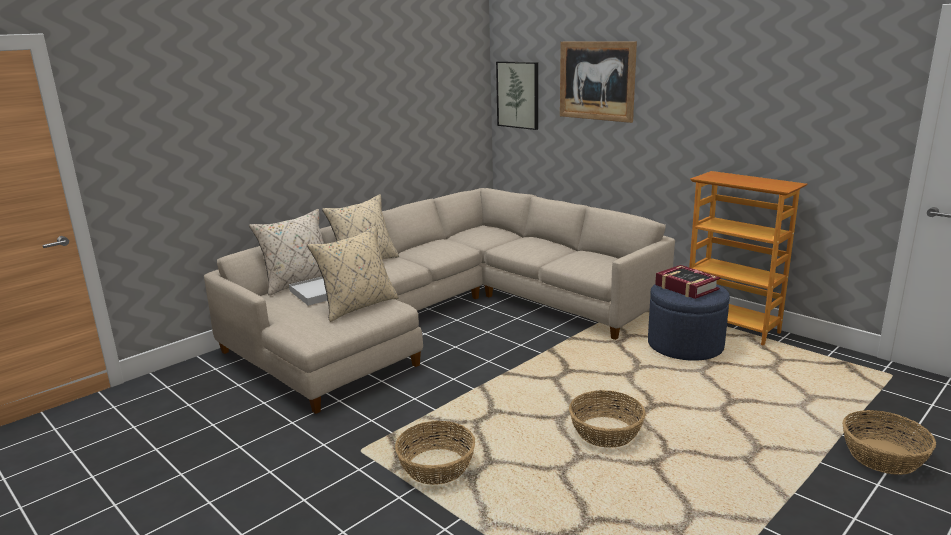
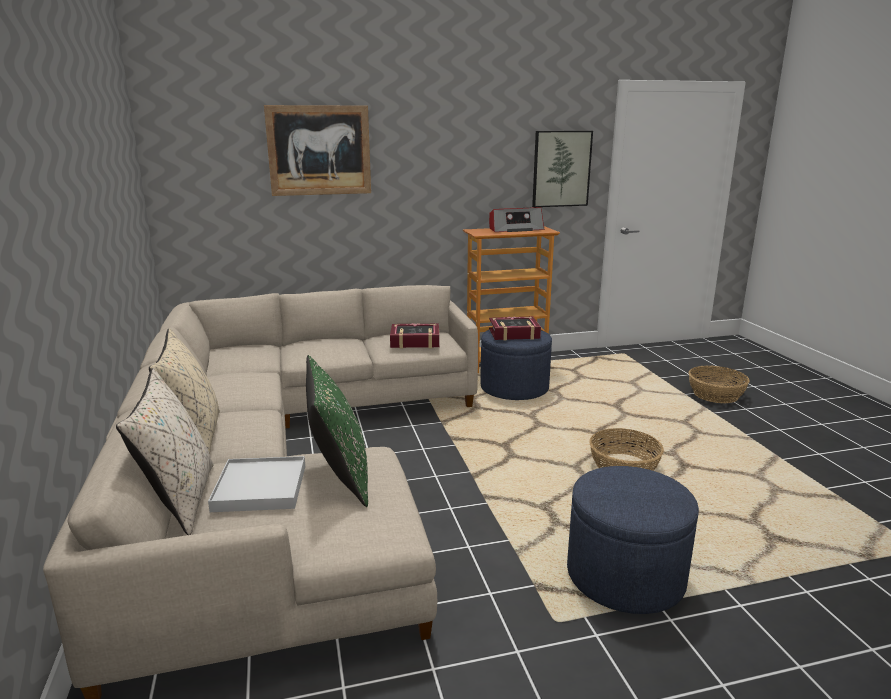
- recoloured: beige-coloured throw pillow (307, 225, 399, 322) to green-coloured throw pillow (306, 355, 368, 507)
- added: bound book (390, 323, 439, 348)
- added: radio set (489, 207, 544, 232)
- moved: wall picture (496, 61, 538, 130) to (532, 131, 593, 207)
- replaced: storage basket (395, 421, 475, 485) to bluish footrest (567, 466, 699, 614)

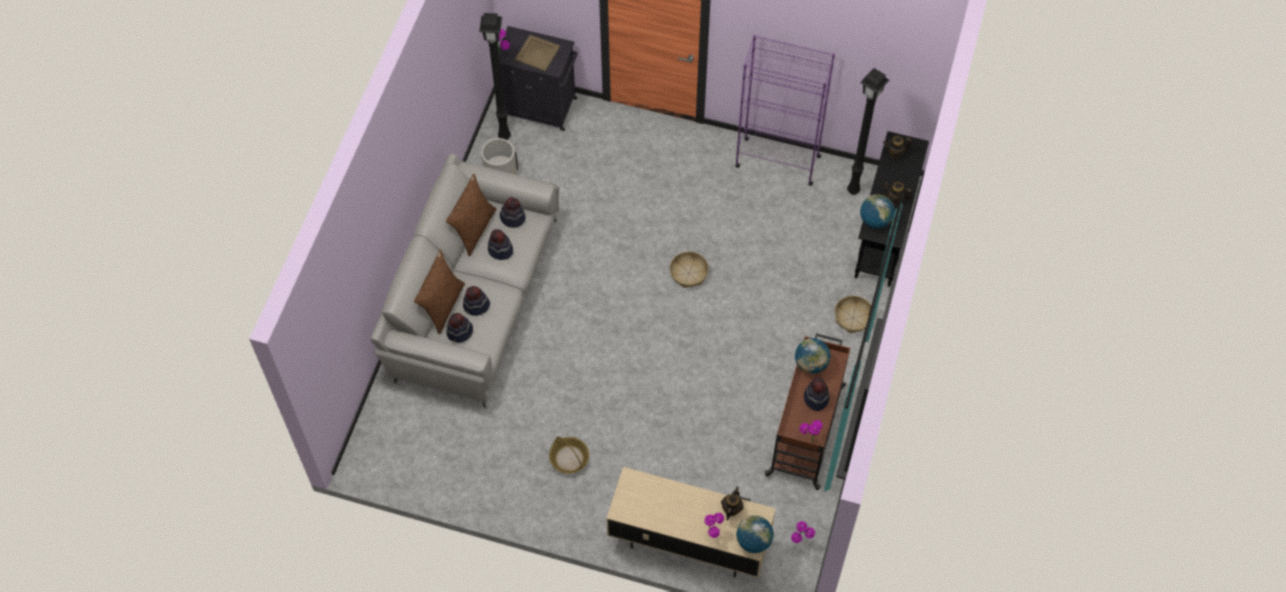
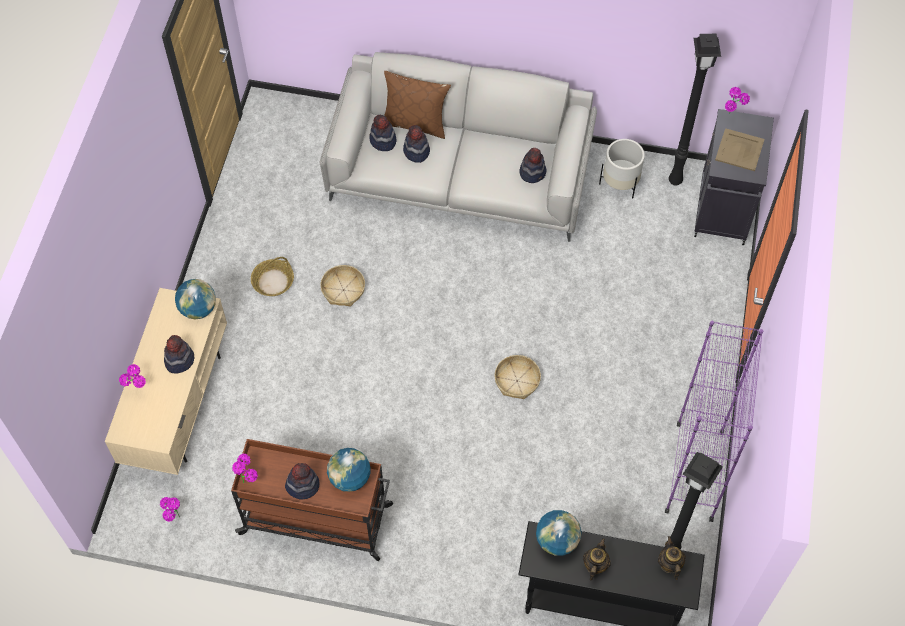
- moved: clothing hat (488, 229, 513, 260) to (164, 335, 194, 374)
- moved: world globe (736, 515, 774, 553) to (175, 279, 216, 319)
- moved: storage basket (834, 296, 872, 333) to (320, 265, 365, 307)
- removed: brown-coloured throw pillow (446, 173, 496, 256)
- removed: tea pot (721, 486, 744, 520)

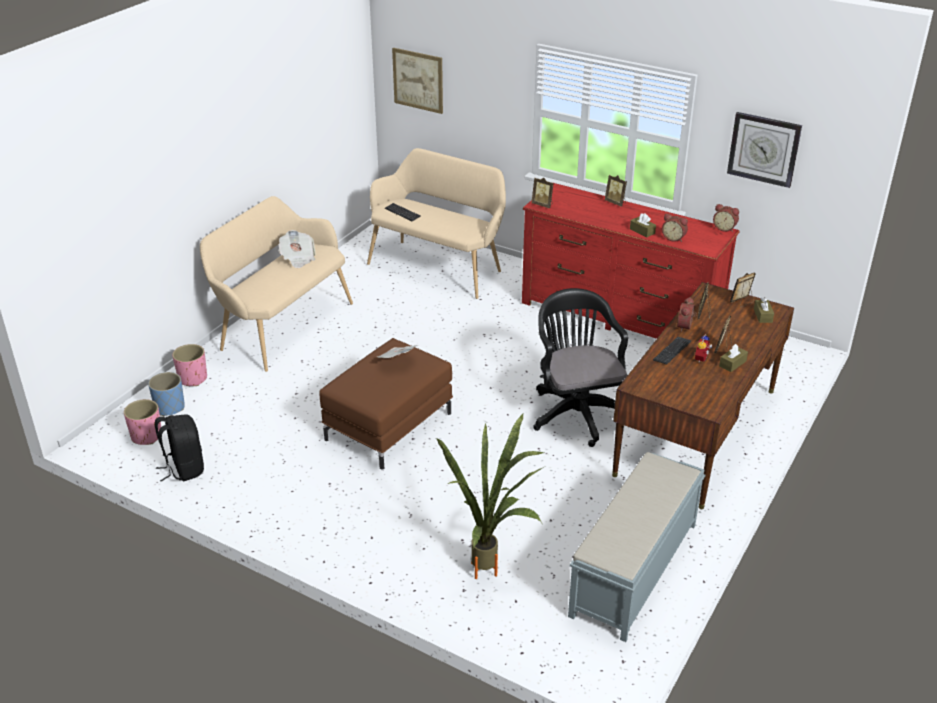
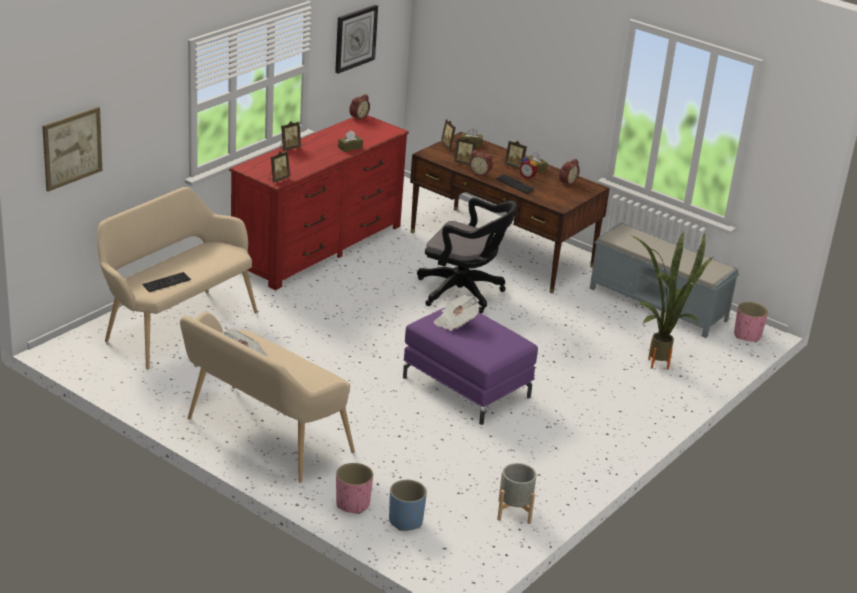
- recoloured: brown-coloured footrest (319, 338, 453, 469) to purplish footrest (403, 307, 538, 425)
- turned: black-coloured computer chair (533, 288, 628, 447) = (417, 198, 517, 314) 150 degrees counterclockwise
- replaced: black-coloured knapsack (155, 415, 204, 481) to gray flower pot (497, 463, 536, 524)
- moved: table clock (662, 214, 688, 242) to (559, 159, 580, 186)
- moved: pink flower pot (124, 399, 161, 445) to (734, 302, 768, 342)

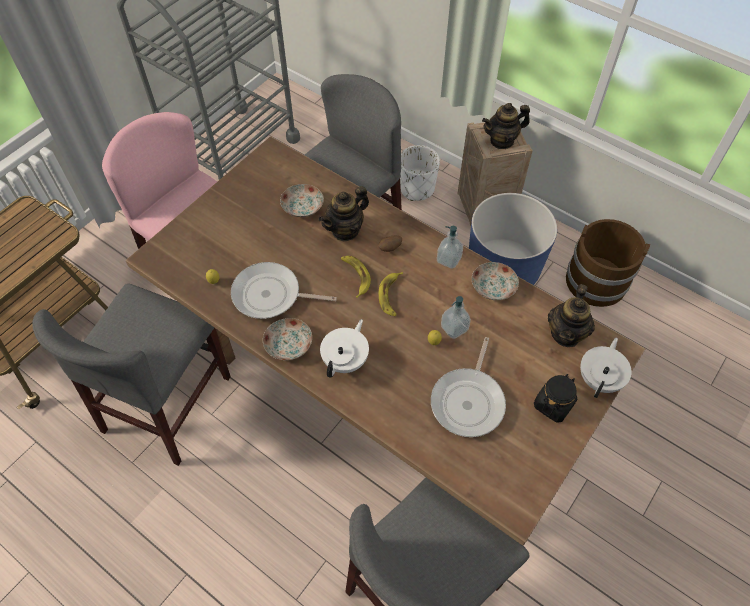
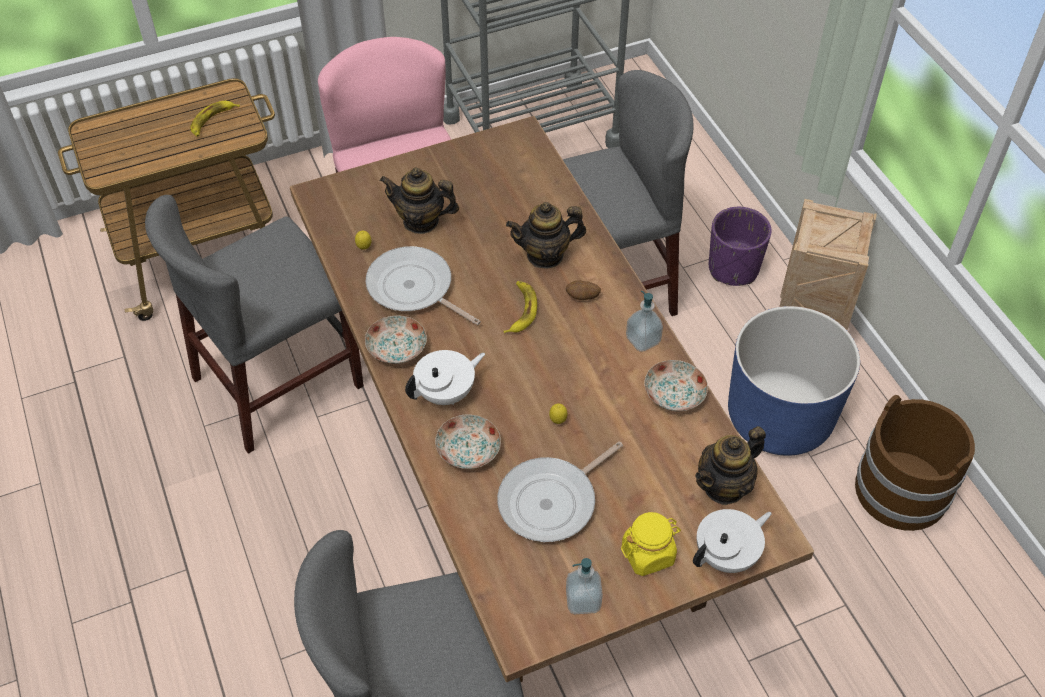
- moved: banana (379, 272, 403, 316) to (190, 101, 240, 137)
- moved: tea pot (482, 103, 530, 149) to (380, 168, 459, 234)
- moved: dinner plate (280, 184, 324, 217) to (435, 414, 501, 469)
- moved: liquid soap bottle (441, 296, 471, 339) to (566, 558, 603, 614)
- recoloured: black-coloured jar (534, 374, 577, 423) to yellow-coloured jar (621, 512, 681, 576)
- recoloured: white flower pot (400, 145, 440, 201) to purplish flower pot (709, 207, 772, 286)

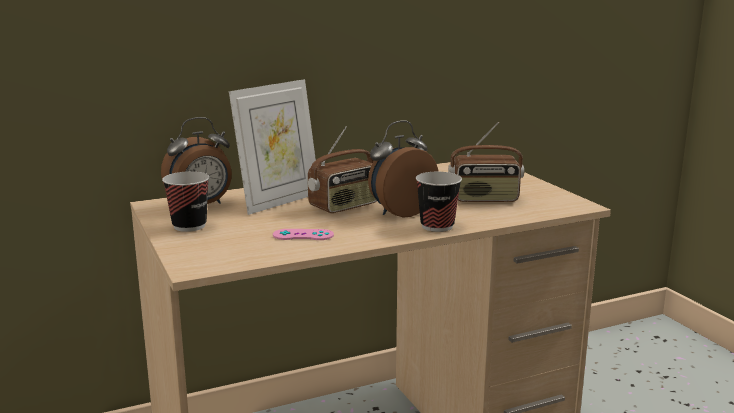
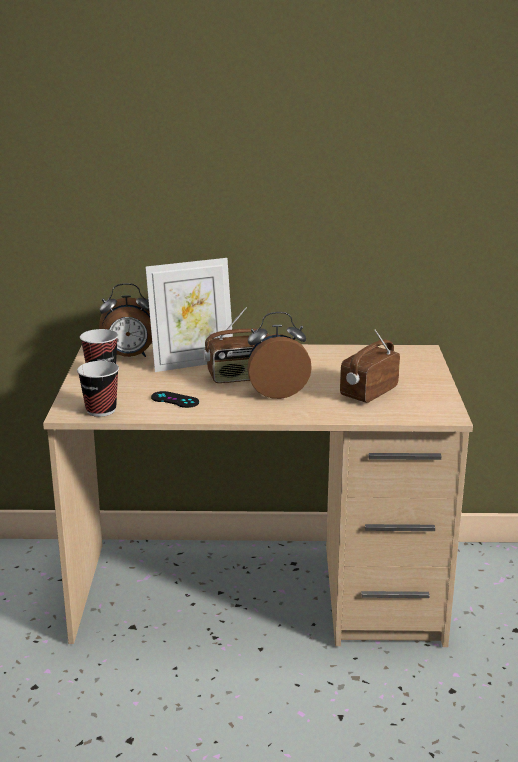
- moved: cup (416, 172, 462, 232) to (77, 361, 119, 417)
- recoloured: pink joypad (273, 229, 334, 240) to black-coloured joypad (151, 391, 199, 408)
- turned: radio set (448, 122, 524, 202) = (340, 329, 400, 403) 105 degrees clockwise

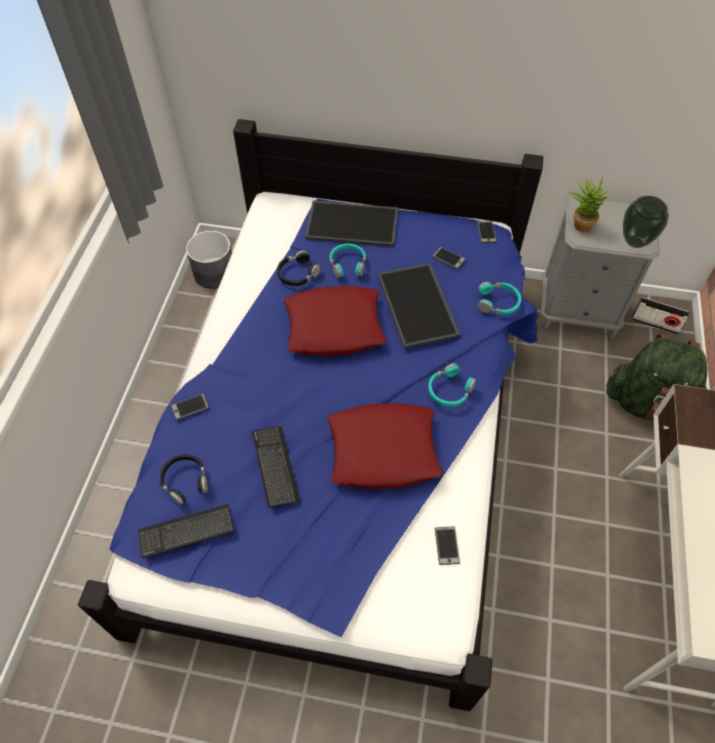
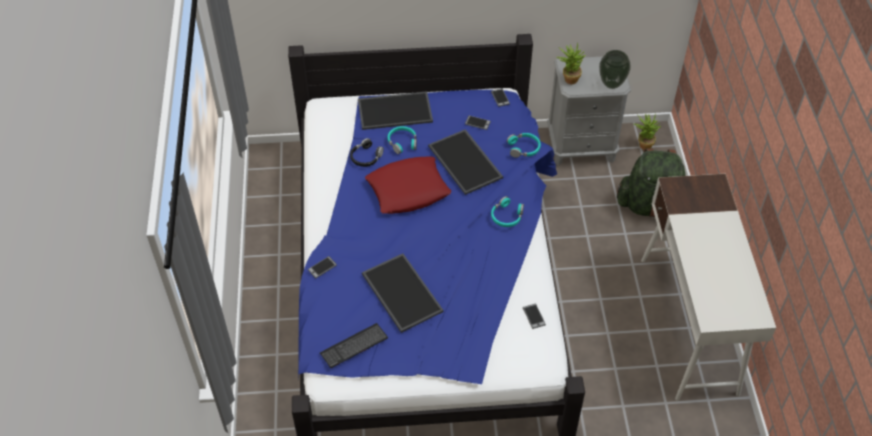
- replaced: keyboard (252, 426, 300, 508) to tray (362, 254, 444, 333)
- replaced: radio set (632, 297, 689, 334) to houseplant (633, 113, 661, 150)
- removed: black-coloured pair of headphones (159, 454, 208, 506)
- removed: gray flower pot (186, 231, 232, 289)
- removed: red-coloured throw pillow (327, 403, 443, 489)

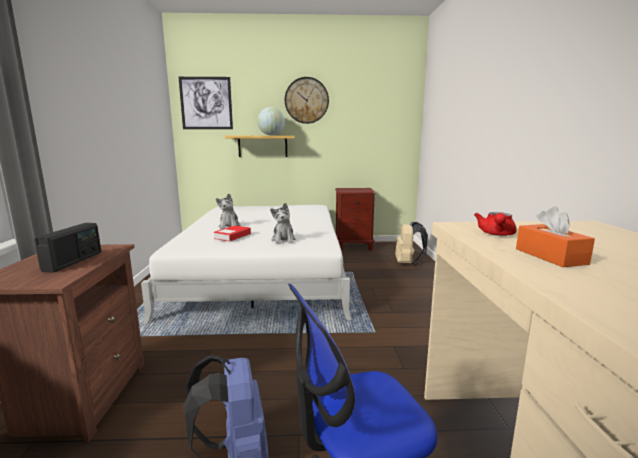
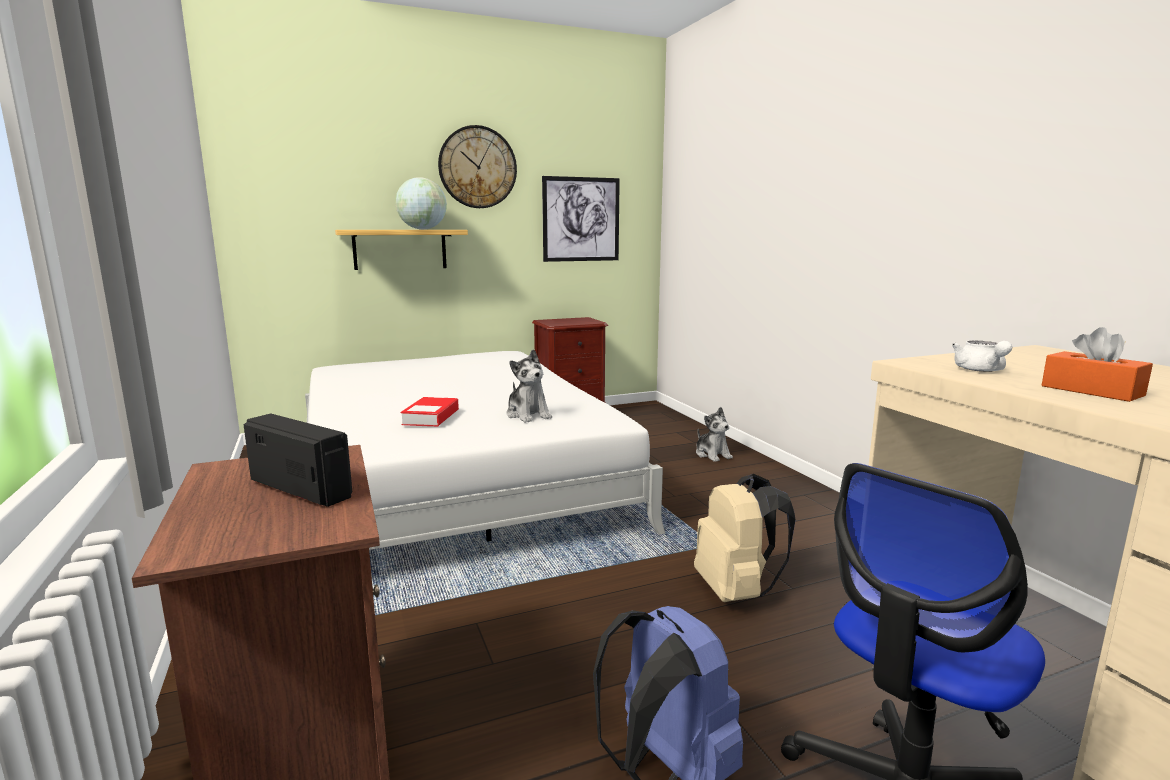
- turned: radio set (34, 223, 101, 273) = (243, 413, 352, 507) 45 degrees counterclockwise
- moved: wall picture (179, 77, 233, 129) to (542, 176, 620, 262)
- moved: beige-coloured knapsack (395, 221, 428, 265) to (694, 474, 796, 602)
- moved: cuddly toy (216, 194, 240, 230) to (696, 407, 733, 462)
- recoloured: red-coloured tea pot (474, 212, 517, 236) to white tea pot (952, 340, 1012, 372)

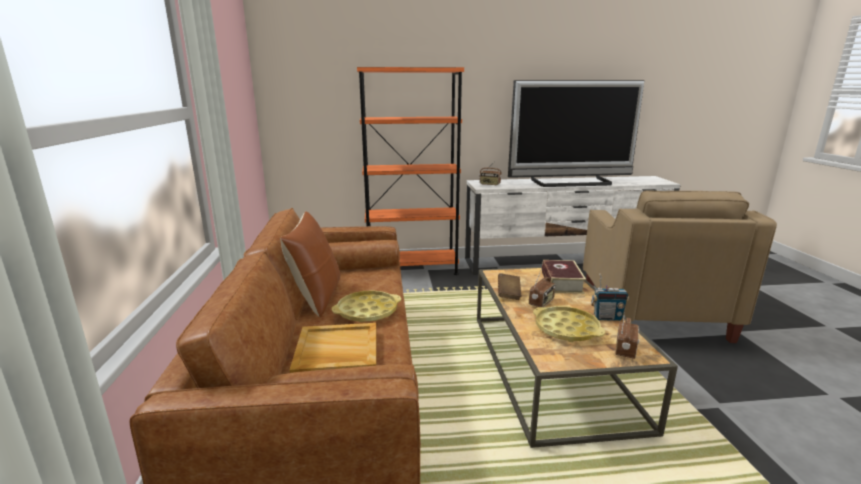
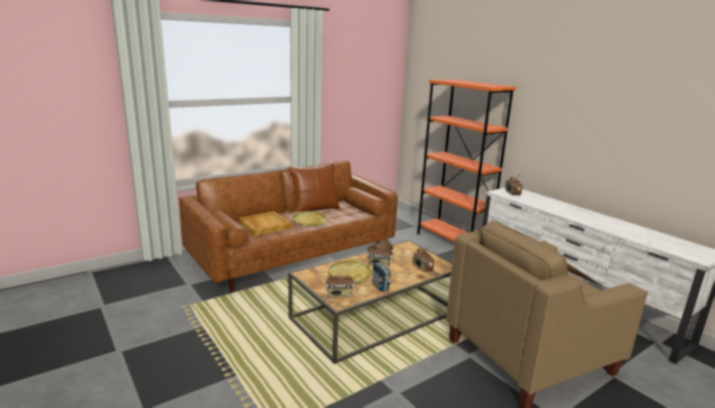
- replaced: bound book (542, 260, 586, 294) to radio set (413, 246, 434, 272)
- removed: TV set (508, 80, 645, 187)

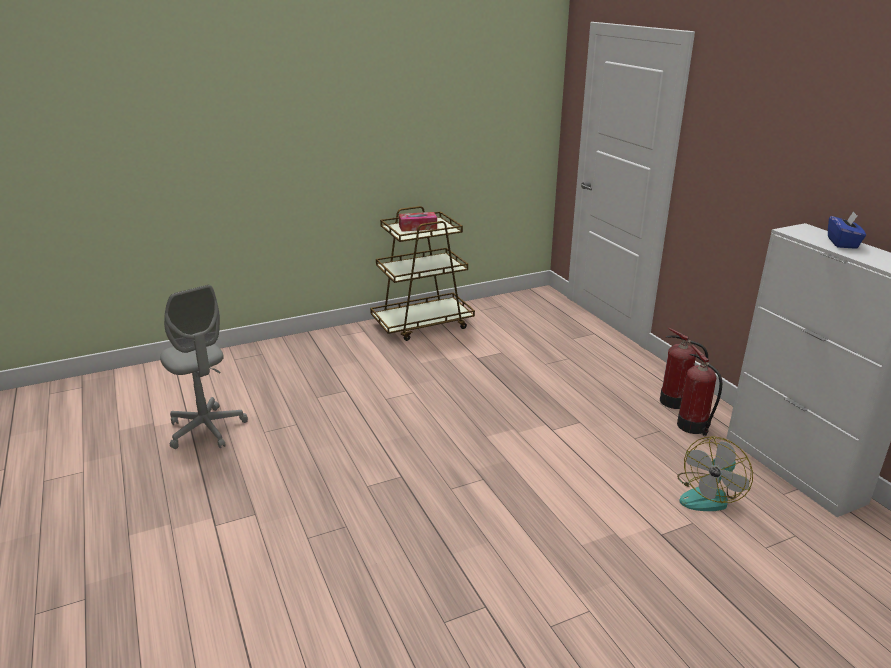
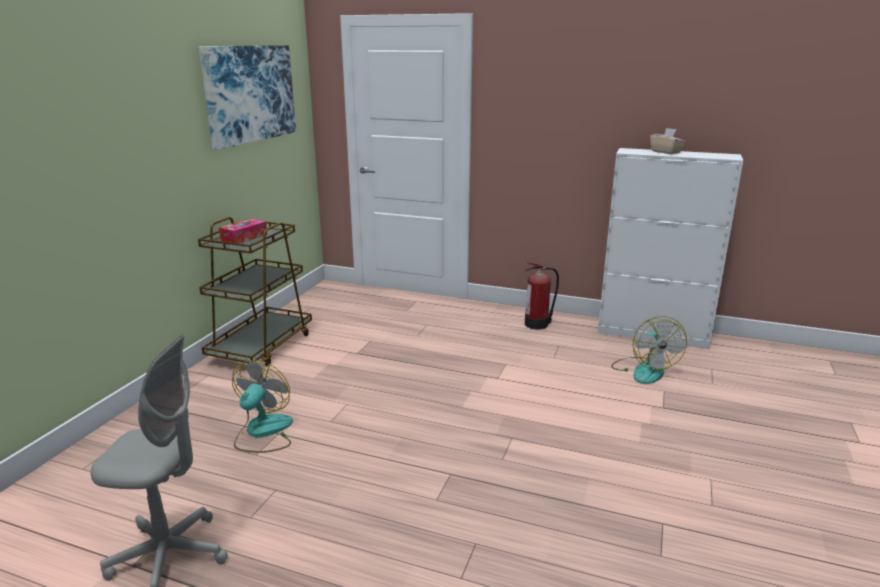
- added: wall picture (199, 45, 296, 150)
- added: cooling fan (232, 360, 293, 453)
- recoloured: bluish box of tissues (828, 211, 866, 249) to beige-coloured box of tissues (650, 128, 685, 154)
- removed: fire-fighting cylinder (677, 345, 722, 436)

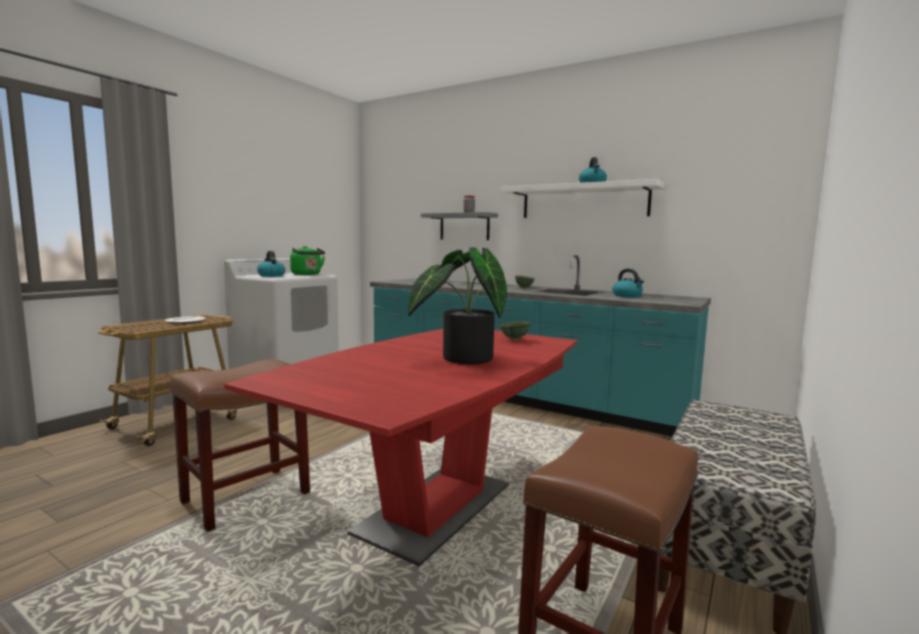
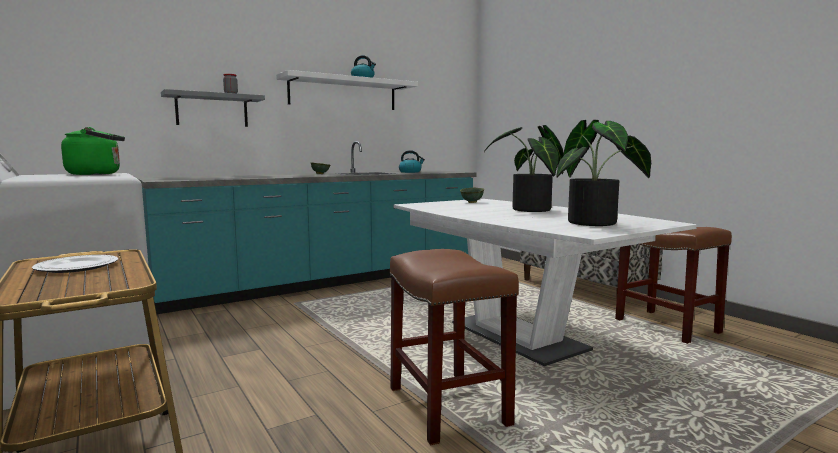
- recoloured: red-coloured dining table (224, 329, 577, 566) to white dining table (394, 199, 697, 366)
- added: houseplant (556, 120, 651, 226)
- removed: tea kettle (257, 251, 285, 277)

